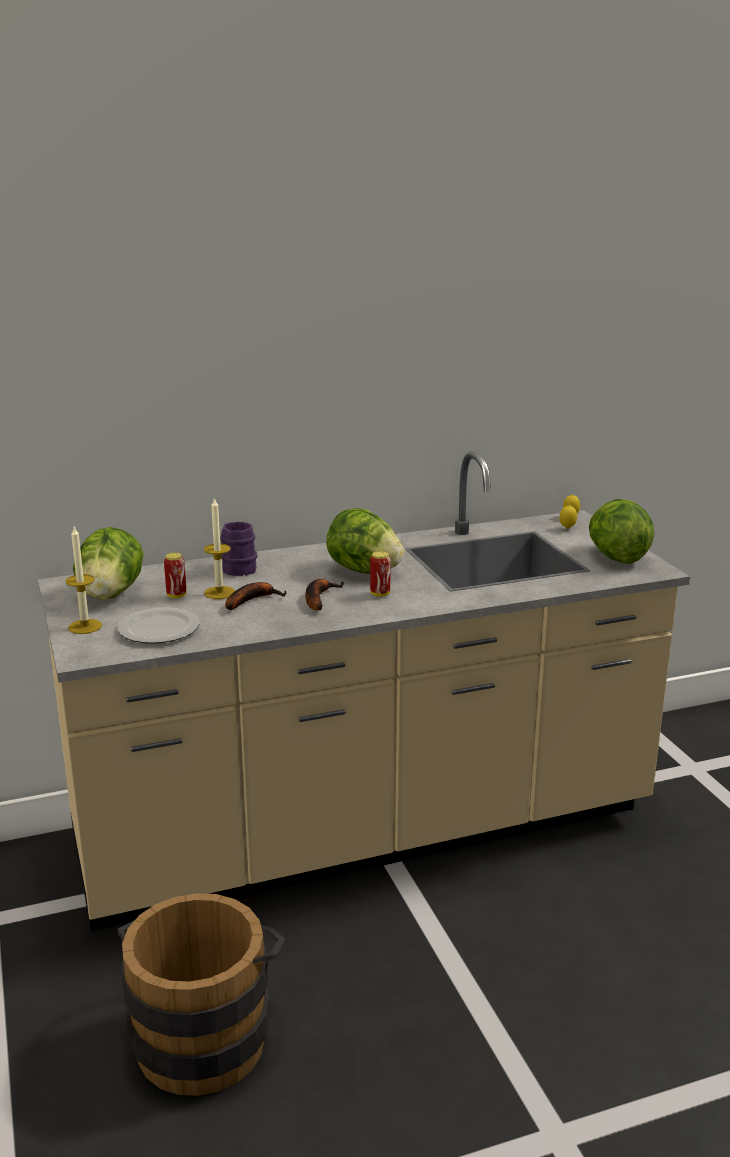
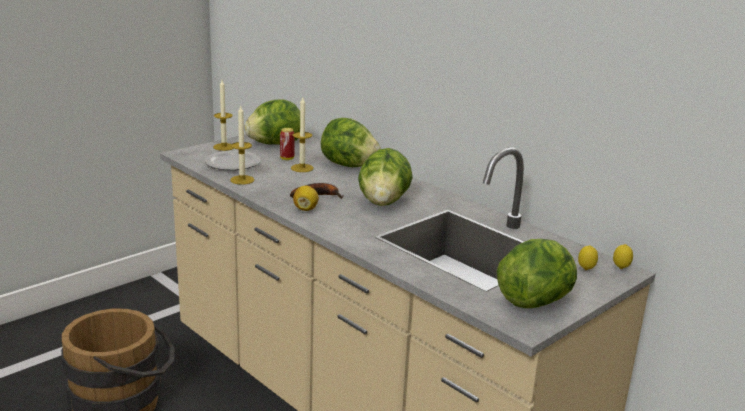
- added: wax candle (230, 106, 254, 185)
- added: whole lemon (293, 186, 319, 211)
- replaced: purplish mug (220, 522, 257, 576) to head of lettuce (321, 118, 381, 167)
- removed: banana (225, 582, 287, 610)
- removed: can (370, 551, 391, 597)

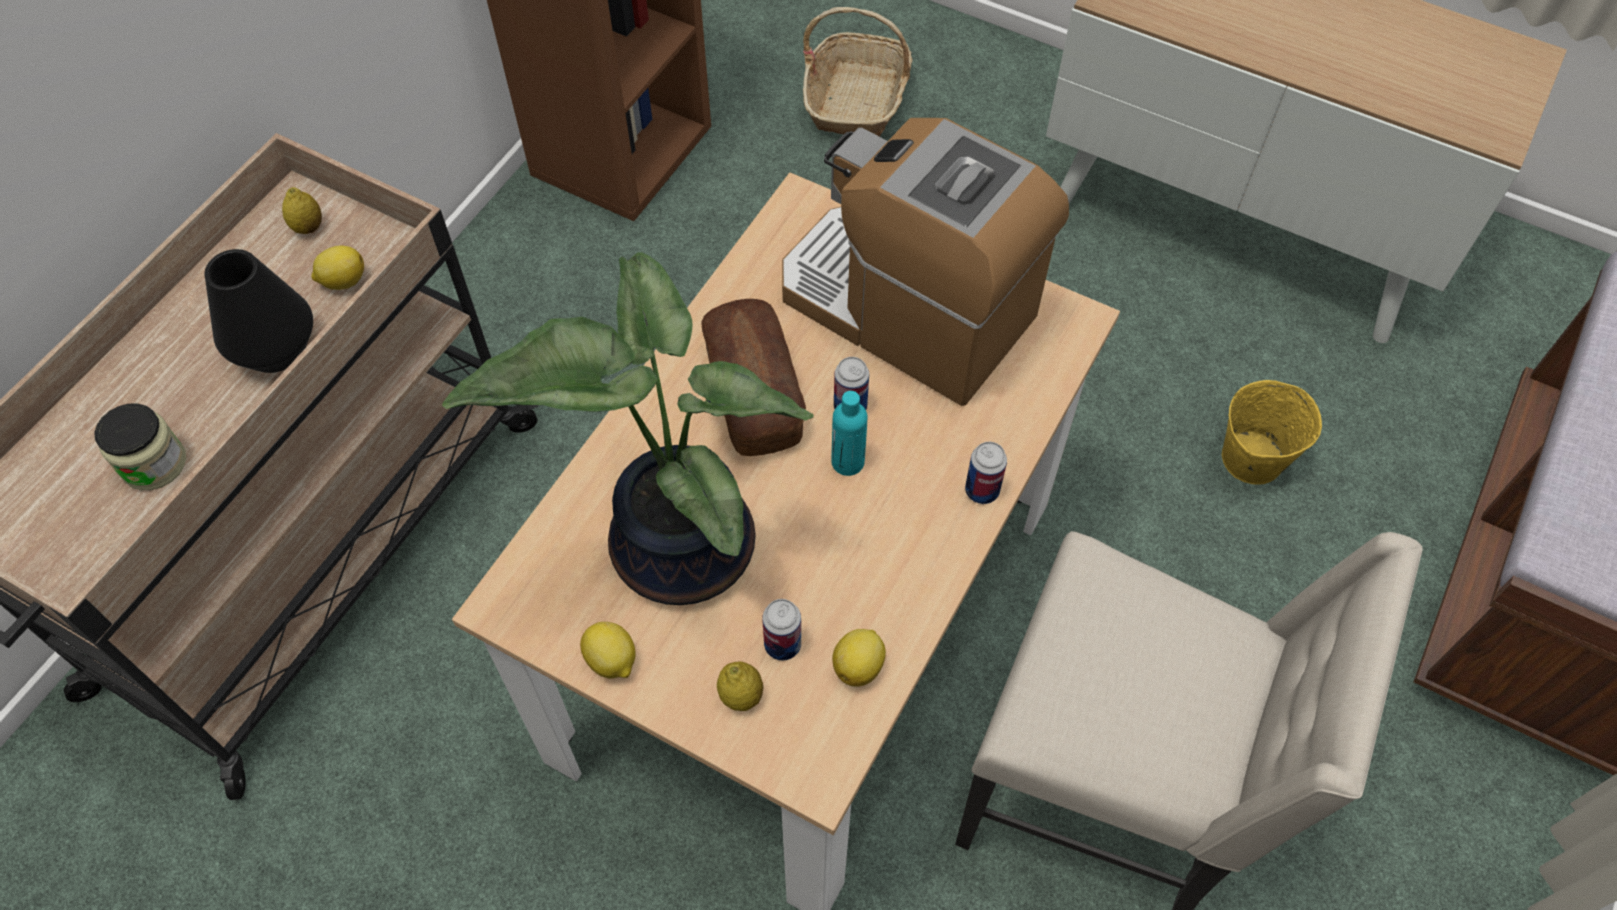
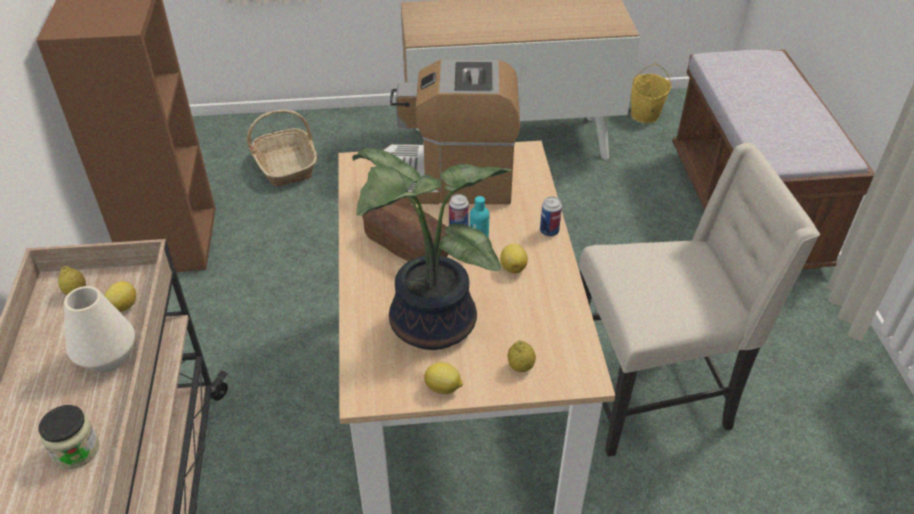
- recoloured: black-coloured decorative vase (205, 249, 313, 373) to white decorative vase (64, 286, 135, 373)
- moved: whole lemon (832, 629, 886, 687) to (500, 244, 528, 273)
- moved: yellow-coloured water bucket (1222, 380, 1322, 485) to (631, 63, 671, 123)
- removed: can (762, 599, 801, 661)

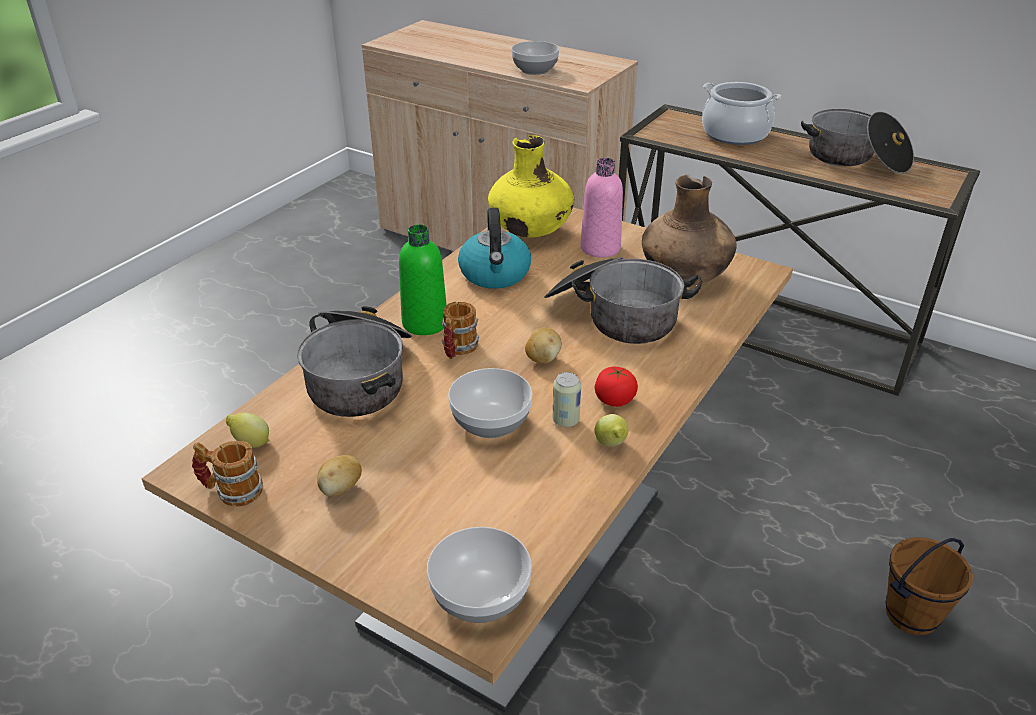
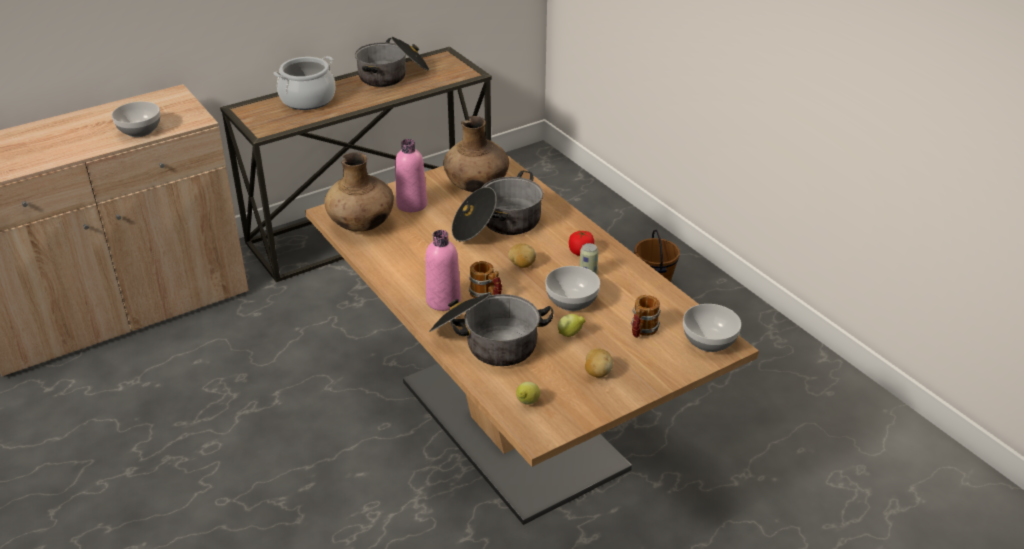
- recoloured: yellow-coloured decorative vase (488, 135, 574, 238) to brown-coloured decorative vase (324, 152, 394, 232)
- recoloured: green-coloured drink bottle (399, 224, 447, 335) to pink drink bottle (425, 230, 461, 311)
- moved: whole lemon (595, 414, 628, 446) to (558, 314, 585, 337)
- moved: mug (192, 441, 263, 507) to (631, 295, 661, 338)
- removed: tea kettle (458, 208, 531, 289)

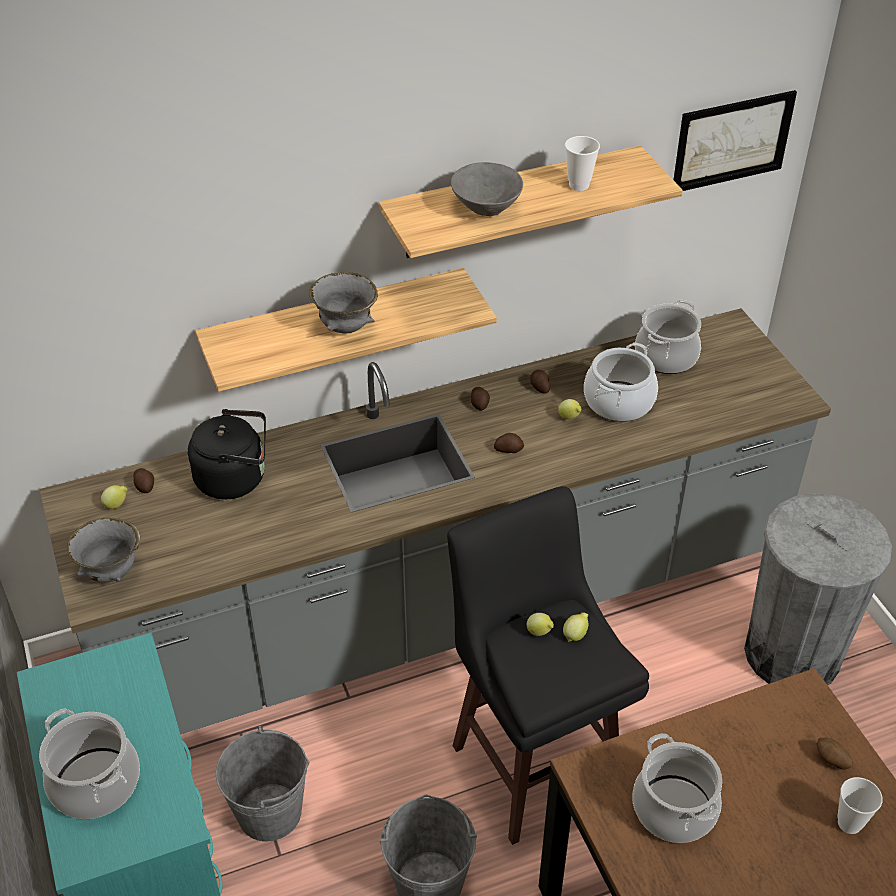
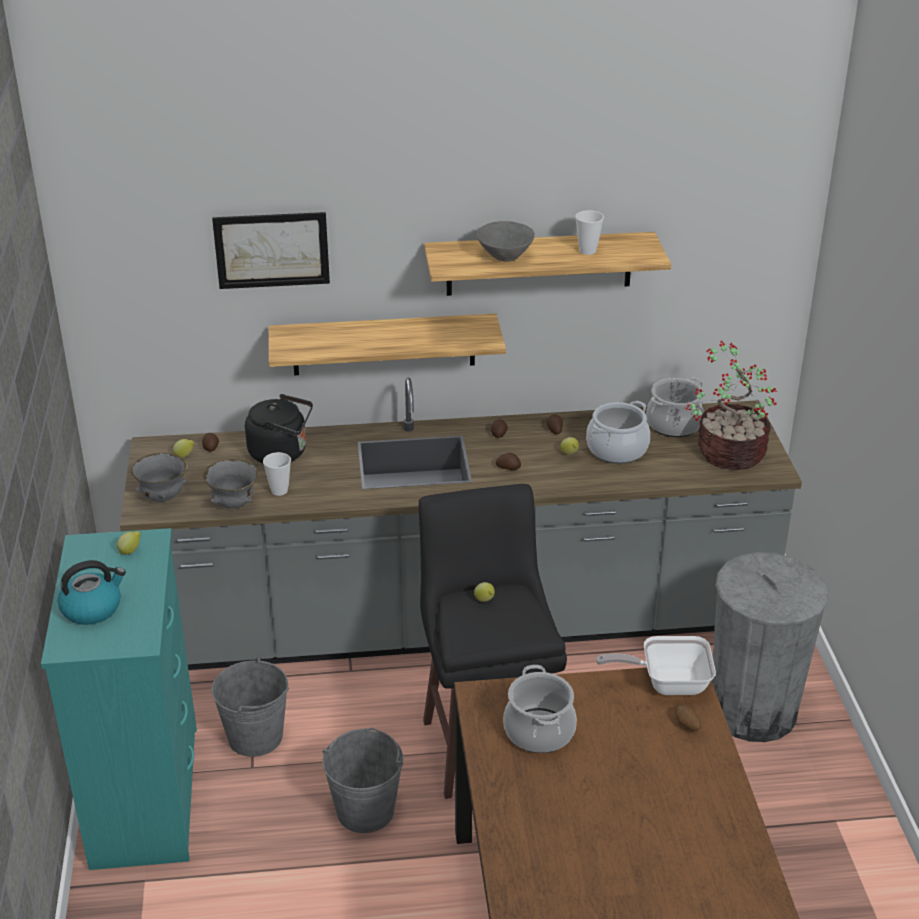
- replaced: stockpot (39, 708, 140, 819) to tea kettle (58, 560, 126, 625)
- moved: whole lemon (563, 613, 588, 642) to (117, 531, 141, 554)
- moved: gray serving bowl (309, 272, 378, 334) to (203, 459, 258, 509)
- moved: wall picture (673, 90, 797, 191) to (212, 212, 330, 289)
- moved: cup (838, 777, 883, 834) to (263, 452, 291, 496)
- added: skillet (596, 636, 716, 695)
- added: houseplant (685, 340, 777, 470)

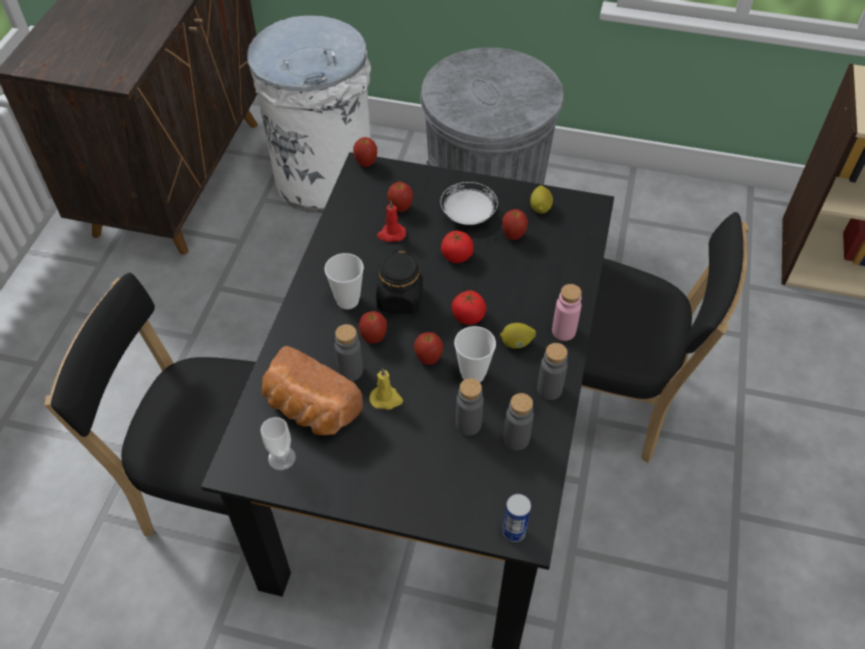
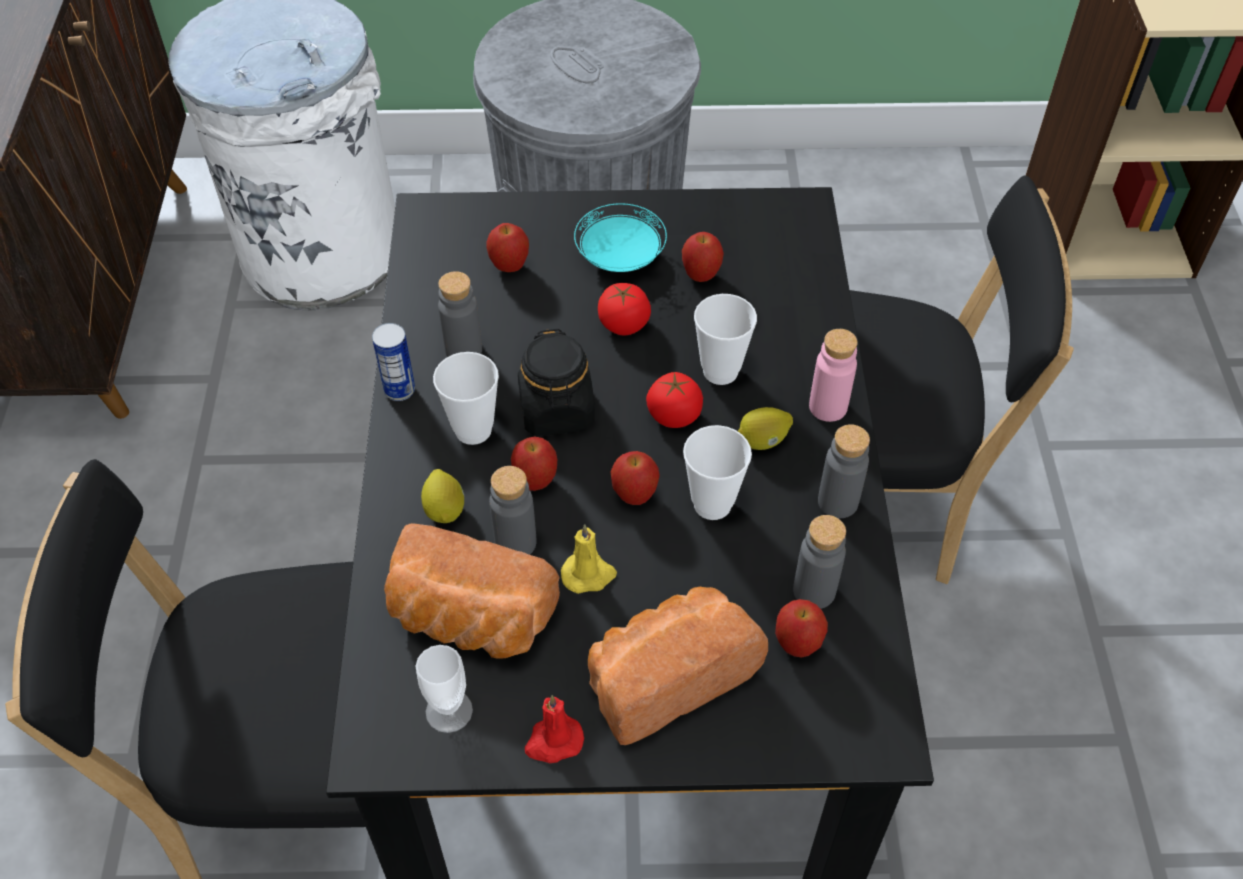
- moved: can (503, 494, 531, 542) to (372, 323, 415, 401)
- moved: whole lemon (530, 186, 553, 213) to (421, 469, 464, 523)
- moved: gray drink bottle (456, 378, 484, 436) to (438, 271, 482, 357)
- moved: red-coloured wax candle (377, 201, 406, 242) to (525, 695, 584, 763)
- recoloured: white dinner plate (440, 182, 498, 225) to blue-green dinner plate (574, 203, 667, 272)
- added: bakery bread (588, 587, 768, 745)
- added: cup (694, 294, 757, 385)
- moved: apple fruit (353, 137, 377, 167) to (775, 599, 828, 658)

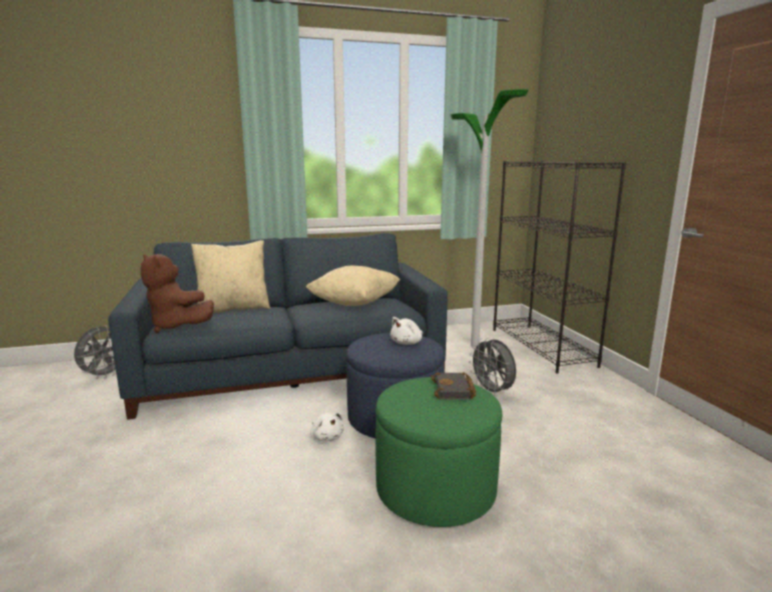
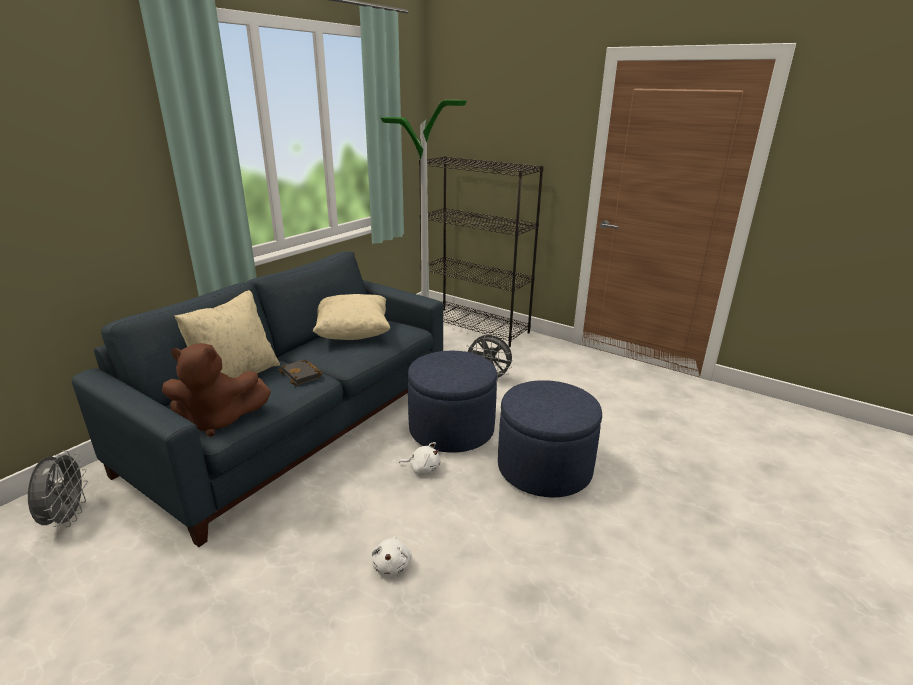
- moved: black-coloured bound book (431, 372, 477, 400) to (278, 359, 322, 385)
- moved: white cuddly toy (390, 317, 423, 345) to (372, 536, 412, 575)
- recoloured: green-coloured footrest (376, 377, 502, 527) to bluish footrest (498, 380, 602, 497)

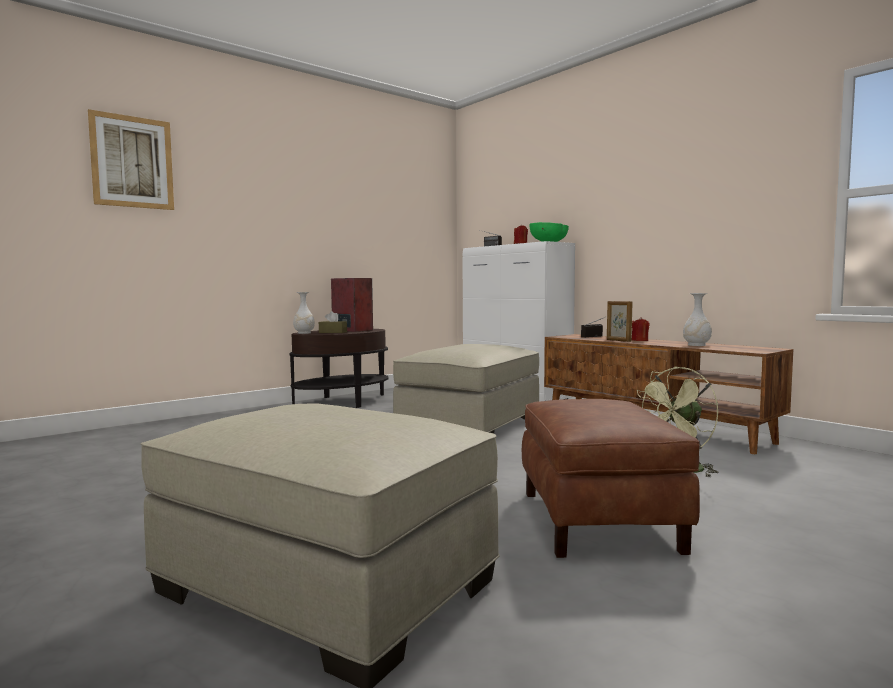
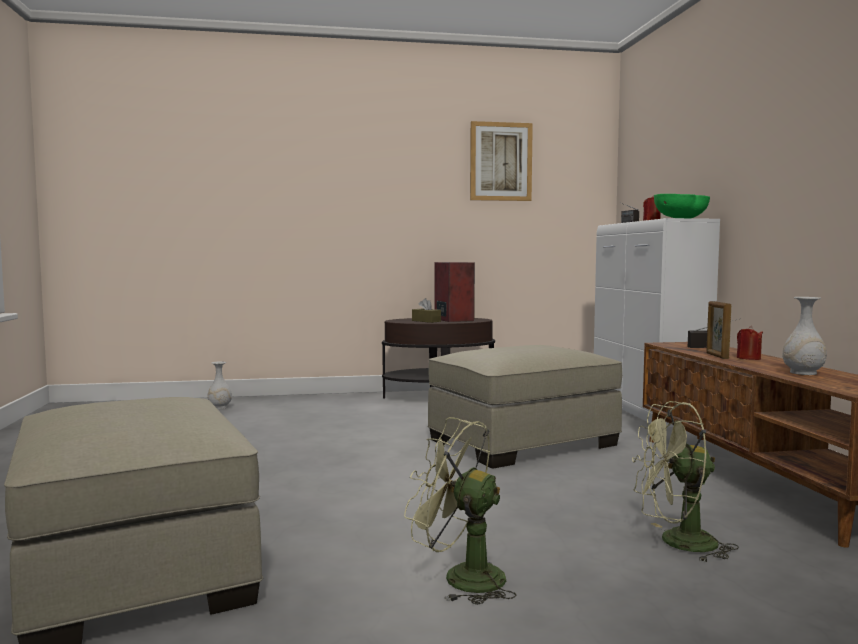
- moved: white decorative vase (293, 292, 315, 334) to (208, 361, 232, 409)
- replaced: brown-coloured footrest (522, 399, 700, 558) to green-coloured cooling fan (404, 417, 517, 605)
- moved: wall picture (88, 109, 174, 210) to (470, 121, 533, 201)

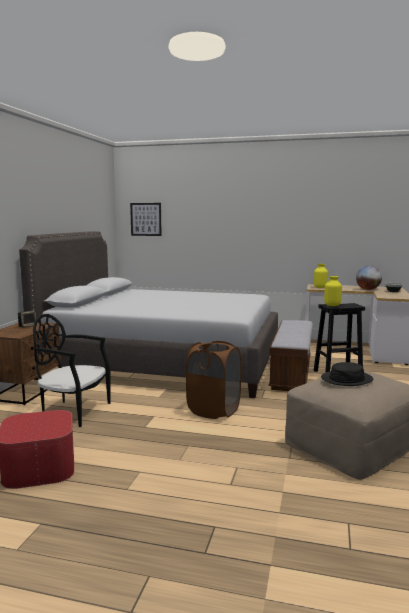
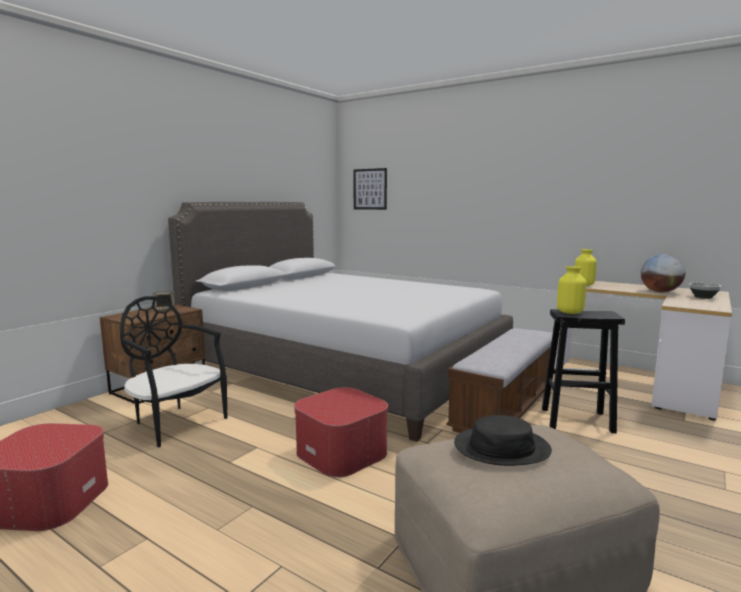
- replaced: brown-coloured laundry basket (186, 341, 241, 419) to footrest (294, 387, 388, 477)

